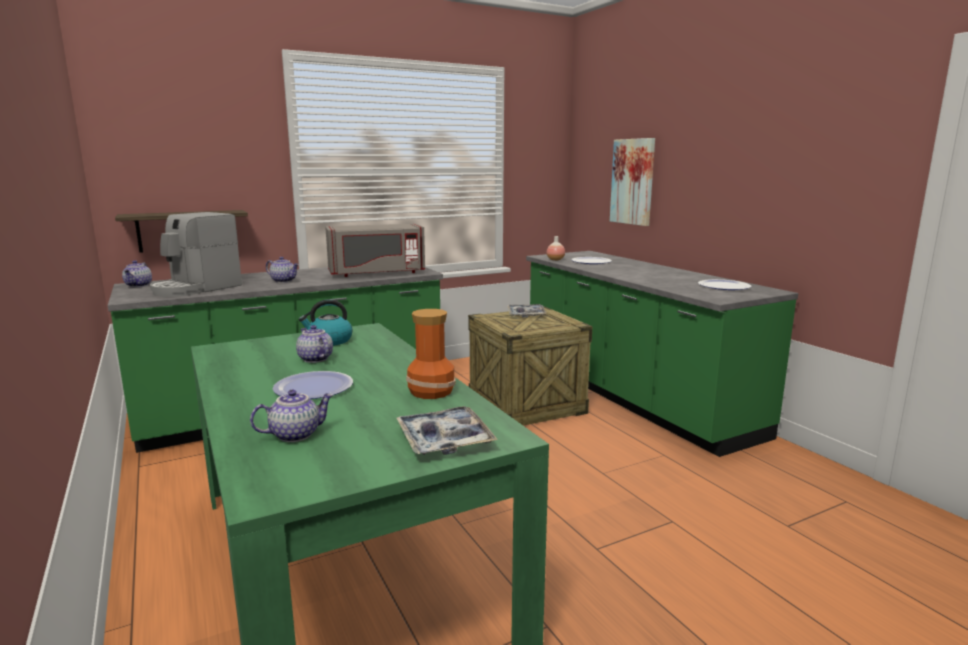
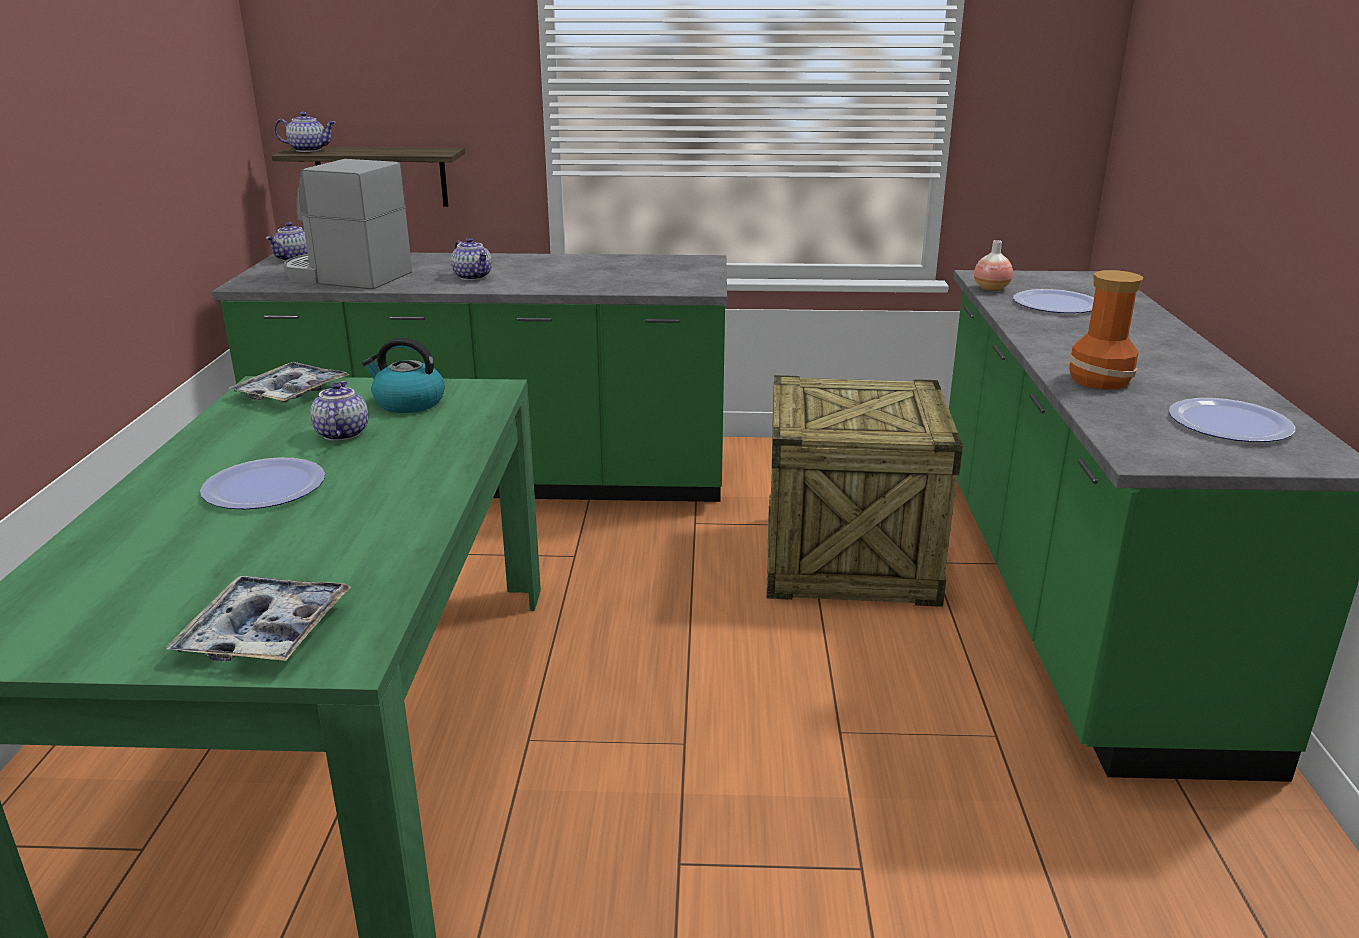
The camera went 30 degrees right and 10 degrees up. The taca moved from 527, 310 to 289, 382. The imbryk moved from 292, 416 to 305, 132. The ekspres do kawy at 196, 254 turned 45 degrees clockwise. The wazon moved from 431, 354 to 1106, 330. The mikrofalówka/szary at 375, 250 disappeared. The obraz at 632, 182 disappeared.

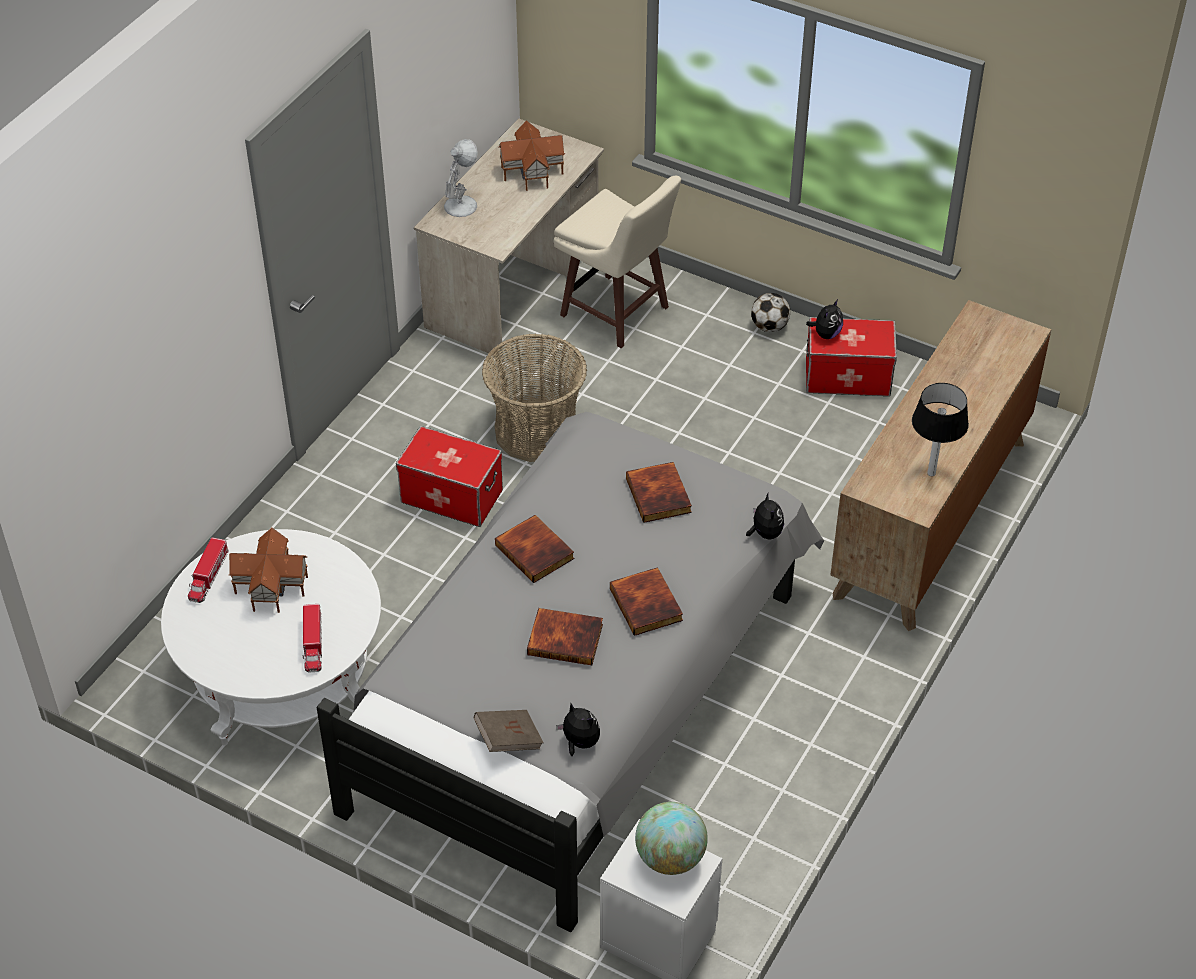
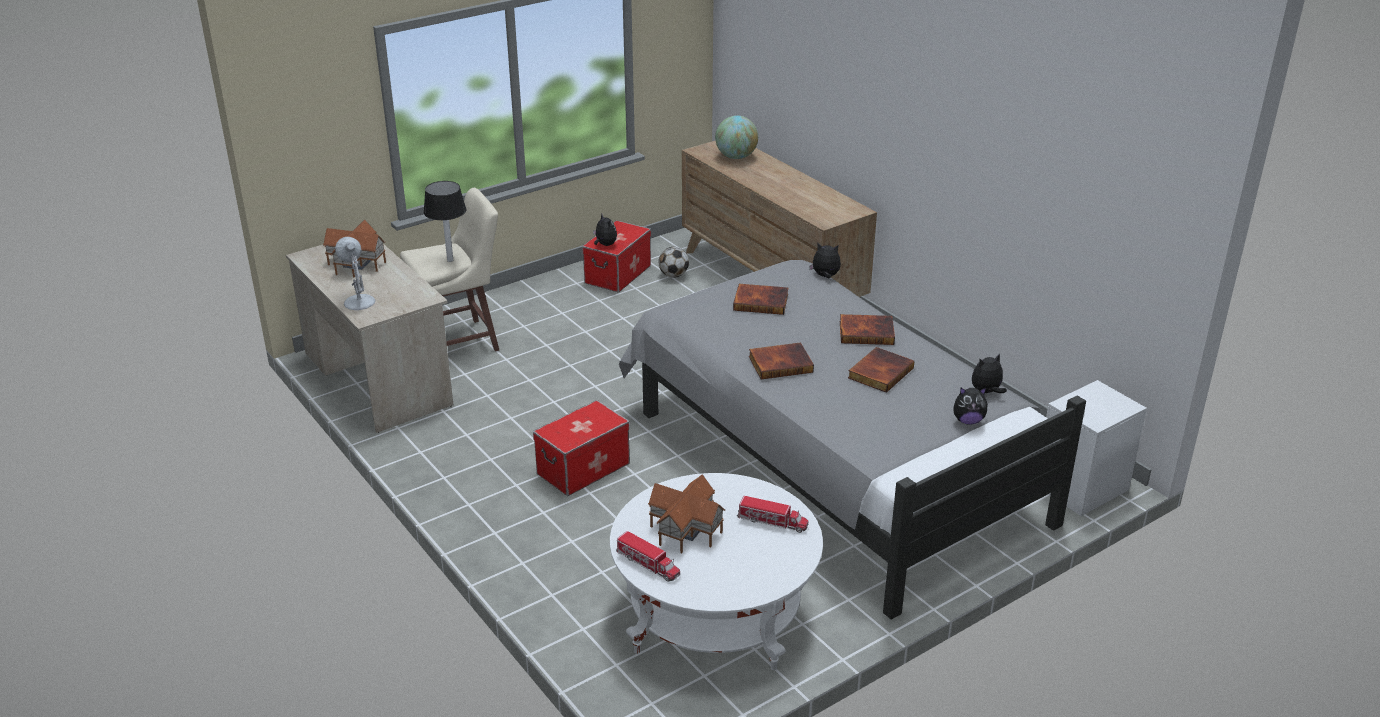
The camera went 65 degrees left and 15 degrees down. The lampa stołowa moved from 940, 429 to 444, 221. The piłka futbolowa moved from 770, 312 to 674, 262. The globus moved from 671, 838 to 736, 137. The książka/brązowy at 508, 731 was replaced by the pluszak at 970, 406. The koszyk at 534, 398 disappeared.

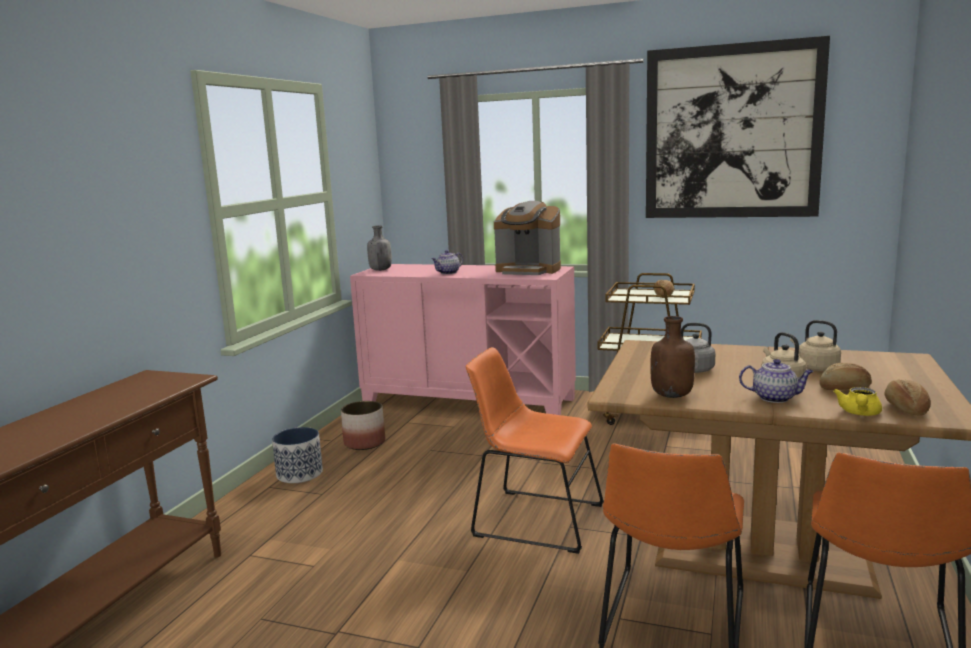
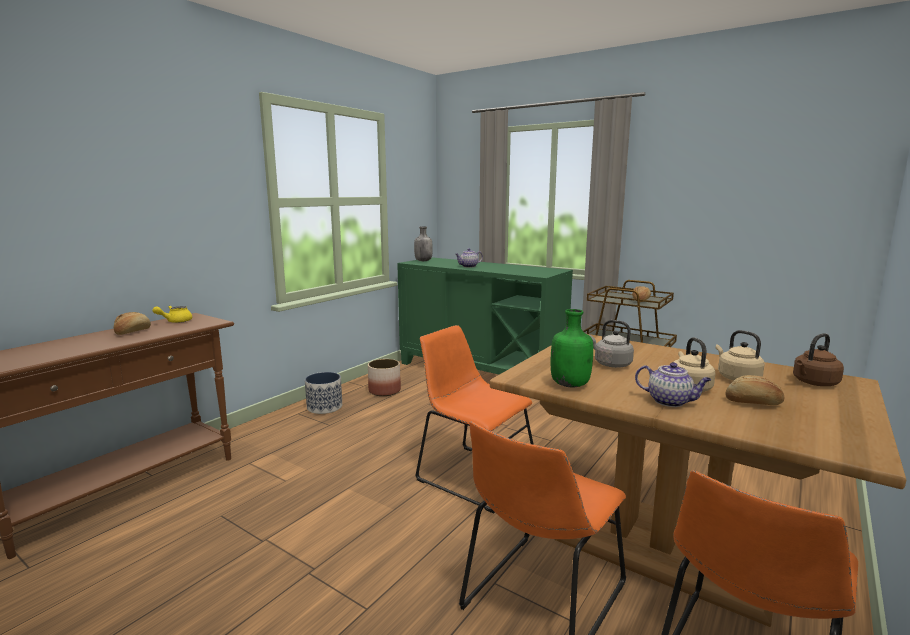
The camera went 15 degrees right and 0 degrees up. The chleb moved from 907, 397 to 132, 323. The imbryk/żółty moved from 857, 401 to 172, 314. The szafka/różowy at 463, 339 became the szafka/zielony at 485, 316. The butelka/brązowy at 672, 357 became the butelka/zielony at 572, 348. The czajnik/brązowy at 818, 359 appeared. The ekspres do kawy at 527, 238 disappeared. The obraz at 738, 127 disappeared.

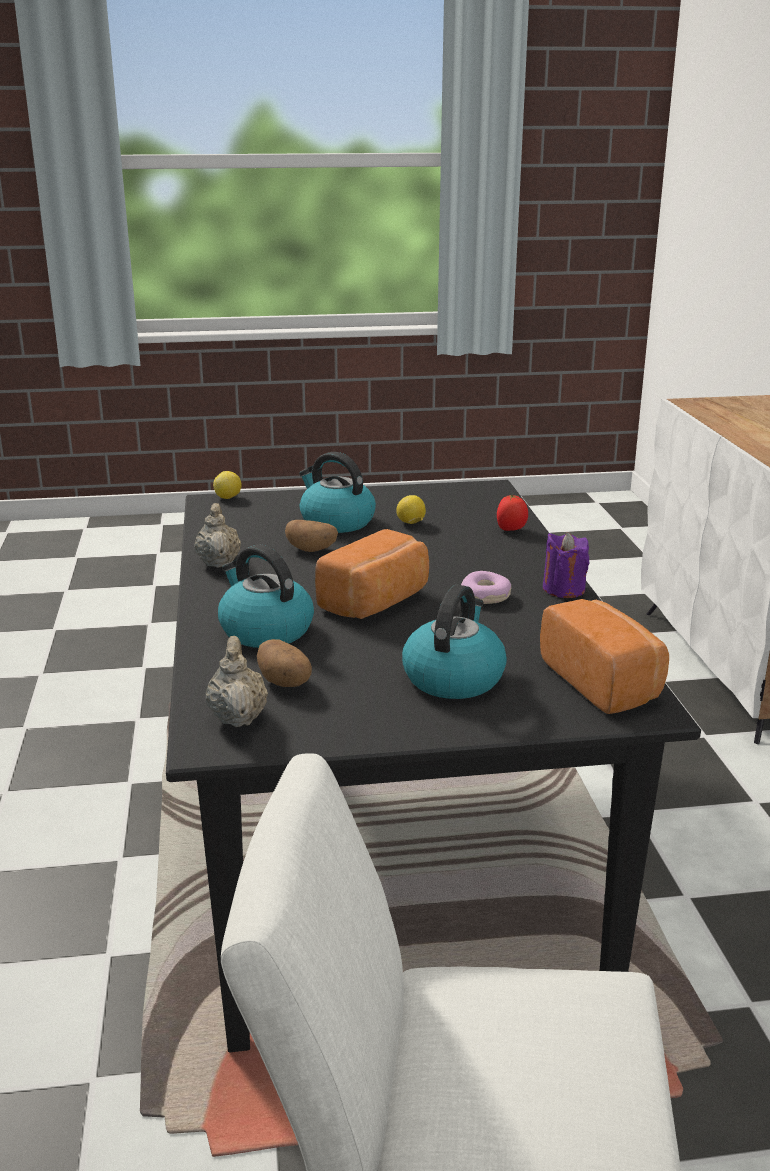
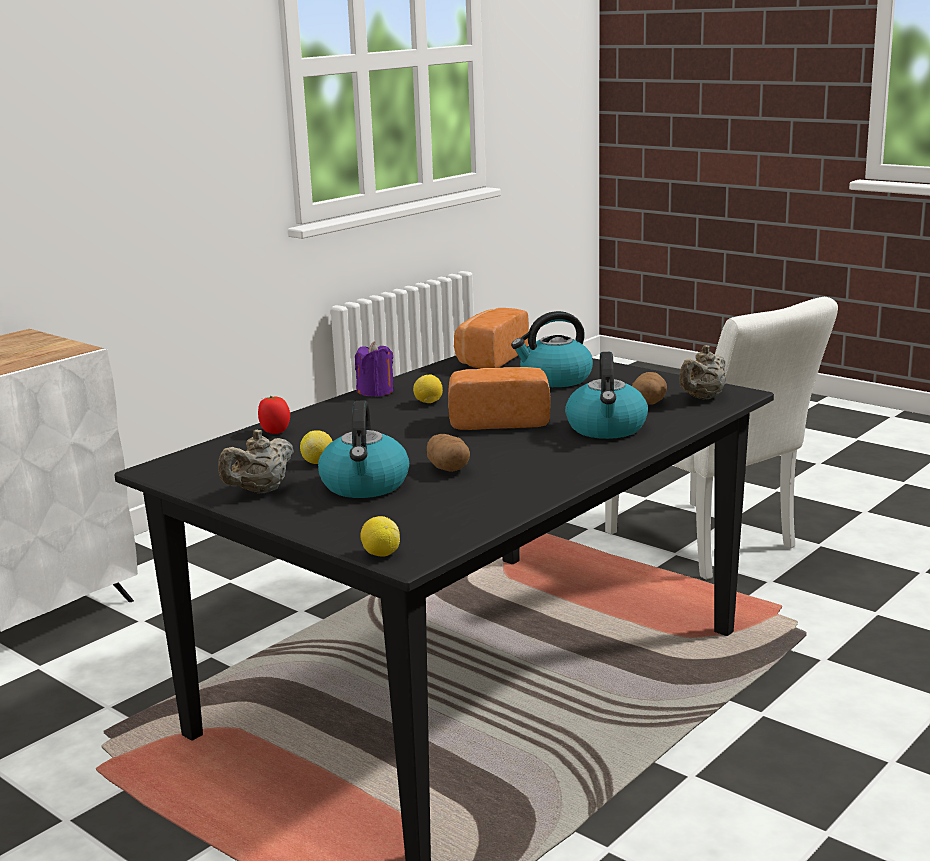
The camera went 130 degrees left and 5 degrees down. The imbryk/beżowy moved from 218, 535 to 256, 462. The donut at 486, 587 was replaced by the cytryna at 428, 389.

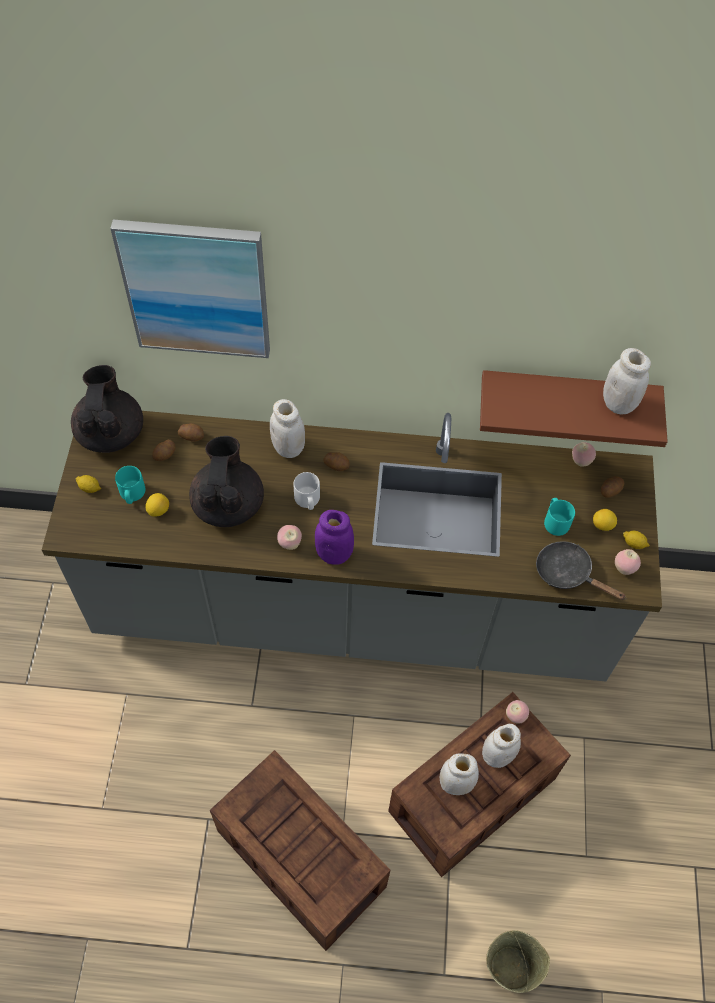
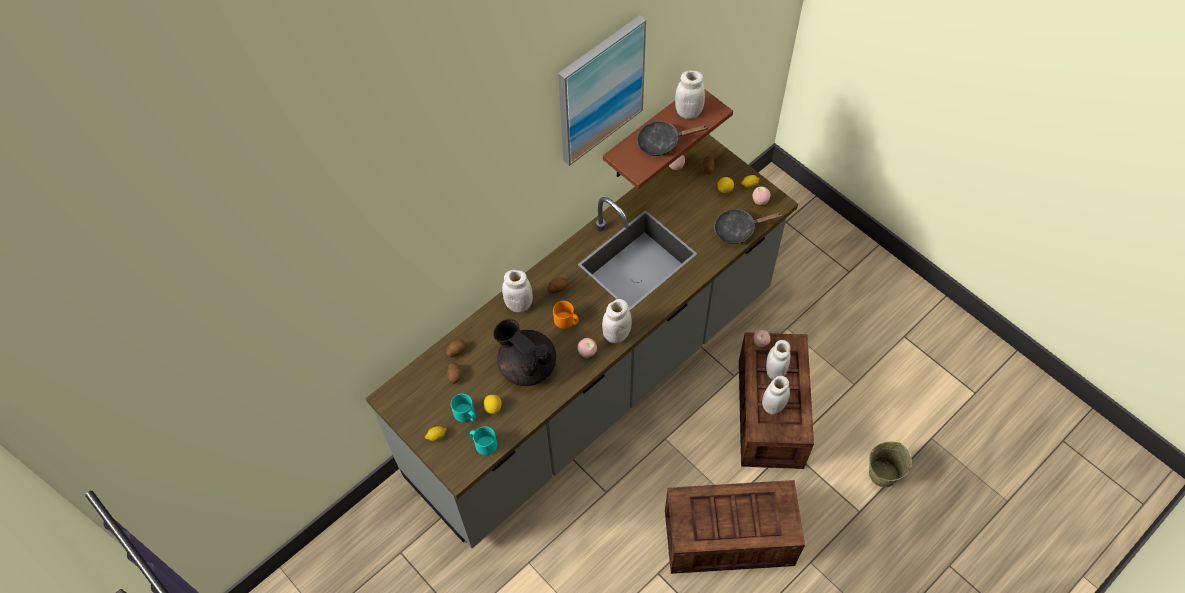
The camera went 45 degrees left and 0 degrees up. The kubek/turkusowy moved from 559, 517 to 483, 440. The kubek/szary at 306, 491 became the kubek/pomarańczowy at 566, 315. The obraz moved from 190, 288 to 602, 90. The słoik/fioletowy at 334, 537 became the słoik/biały at 617, 321. The patelnia/czarny at 673, 138 appeared. The imbryk/czarny at 107, 409 disappeared.

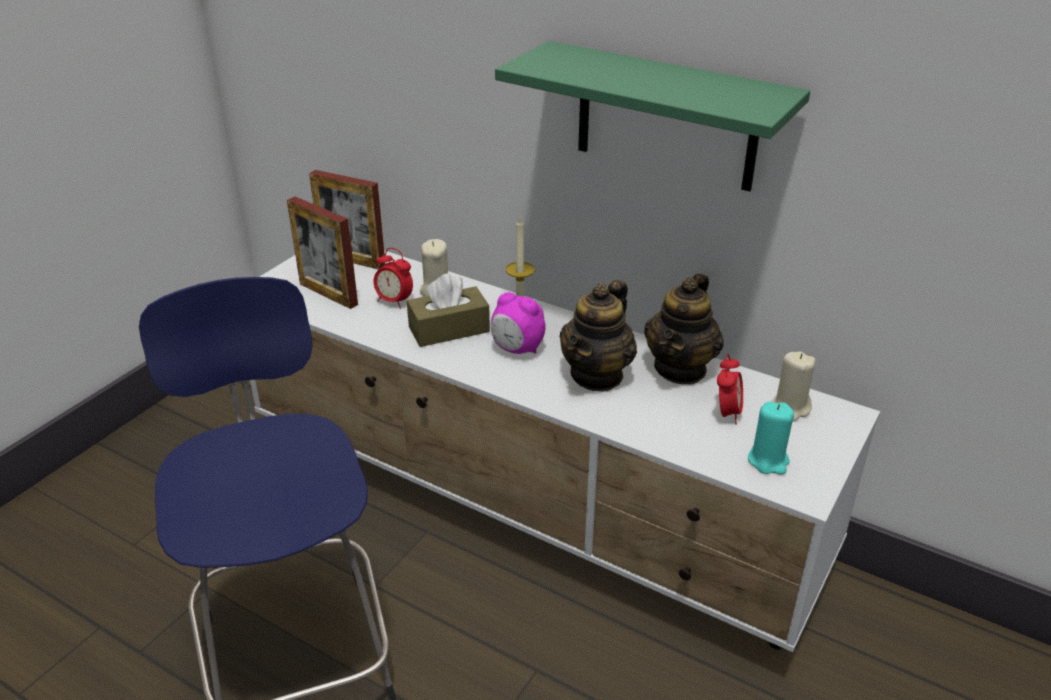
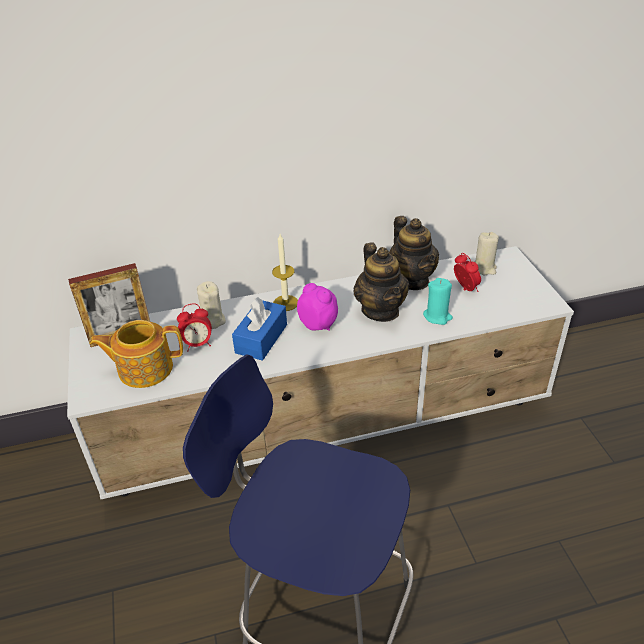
The camera went 45 degrees left and 5 degrees up. The ramka na zdjęcie at 322, 253 was replaced by the imbryk at 136, 354. The pudełko chusteczek/brązowy at 448, 310 became the pudełko chusteczek/niebieski at 259, 329. The budzik at 518, 323 turned 120 degrees counterclockwise. The świeca/turkusowy moved from 771, 438 to 438, 301. The półka/zielony at 652, 116 disappeared.

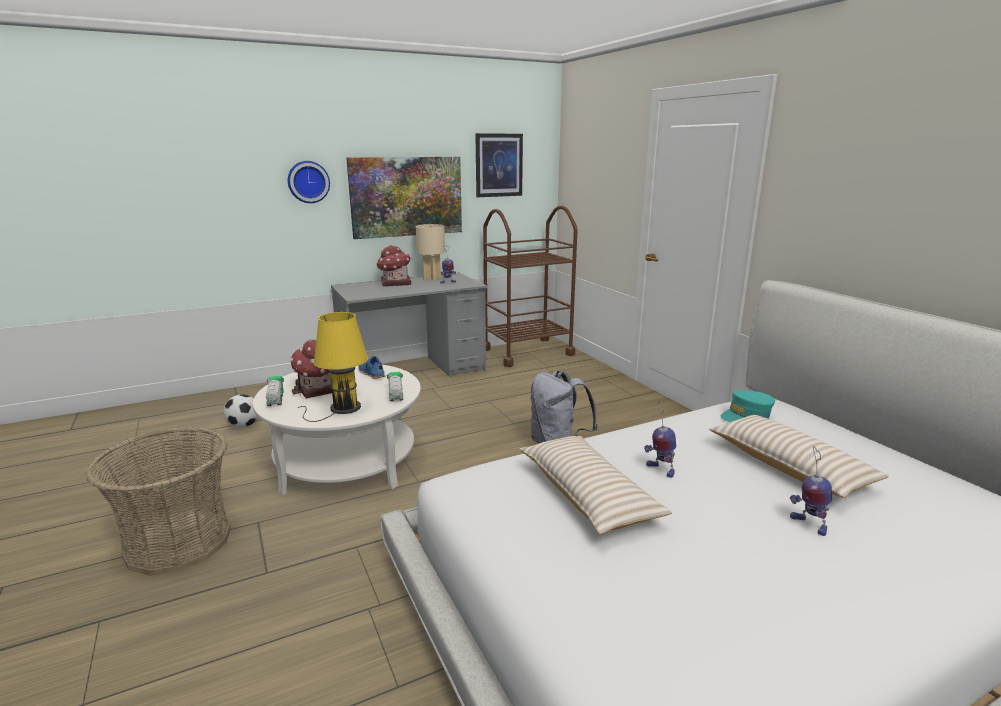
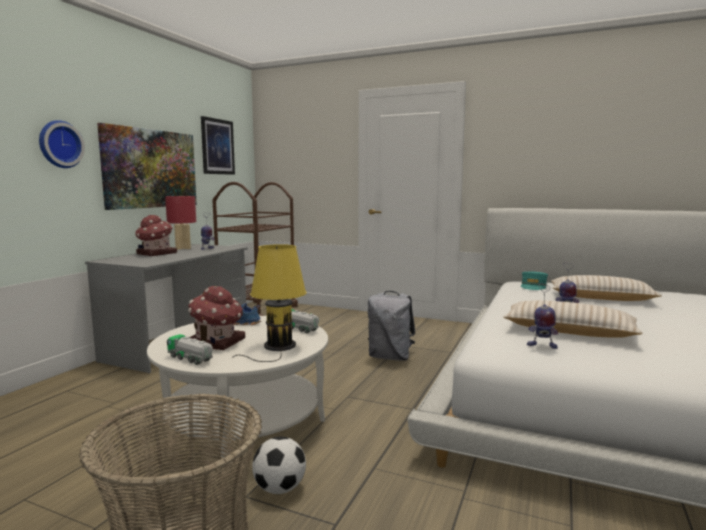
The camera went 40 degrees left and 10 degrees down. The lampa stołowa/beżowy at 430, 252 became the lampa stołowa/czerwony at 180, 223. The piłka futbolowa moved from 240, 411 to 279, 465. The robot zabawkowy moved from 811, 491 to 542, 316.

